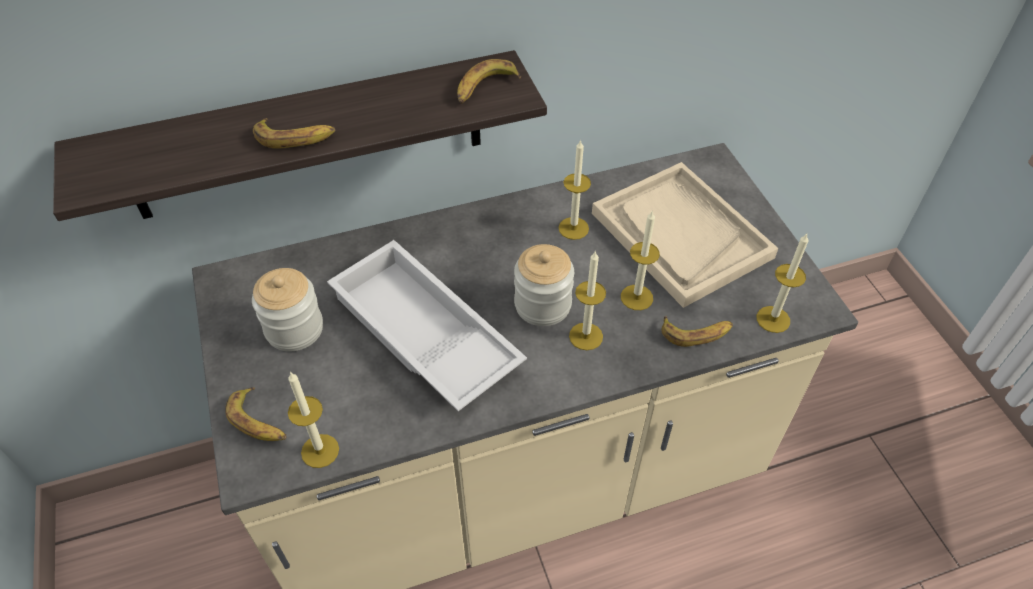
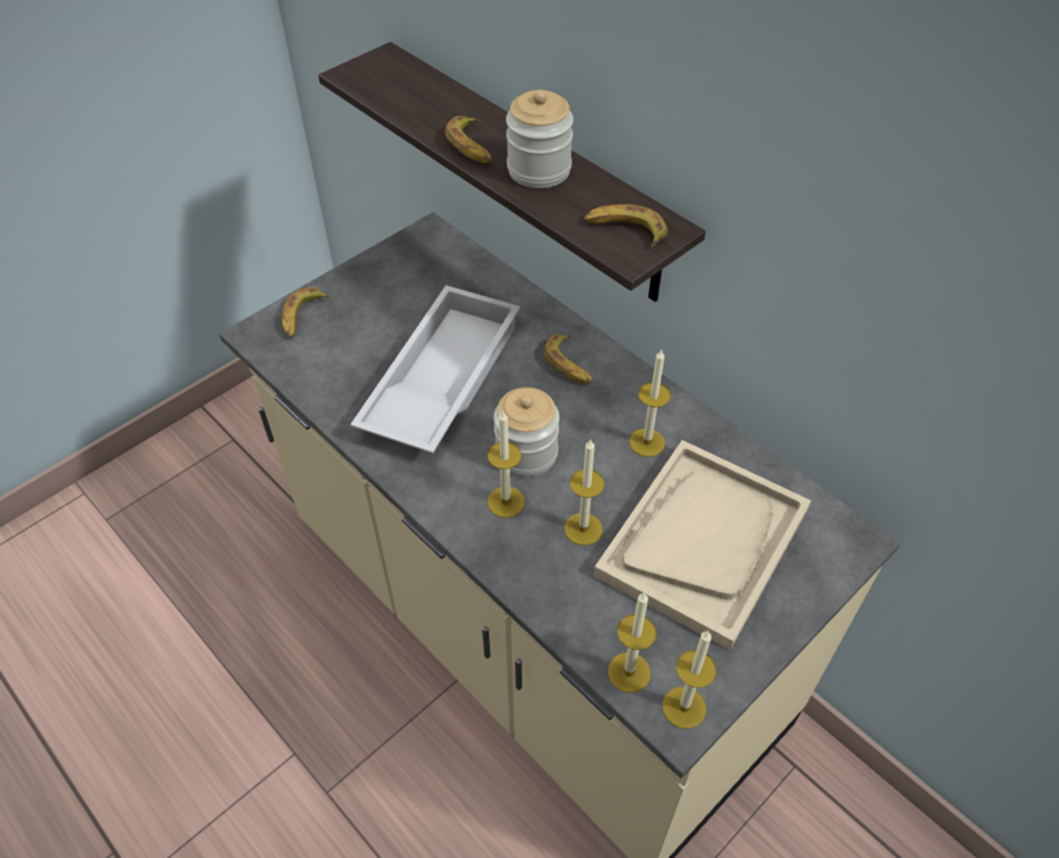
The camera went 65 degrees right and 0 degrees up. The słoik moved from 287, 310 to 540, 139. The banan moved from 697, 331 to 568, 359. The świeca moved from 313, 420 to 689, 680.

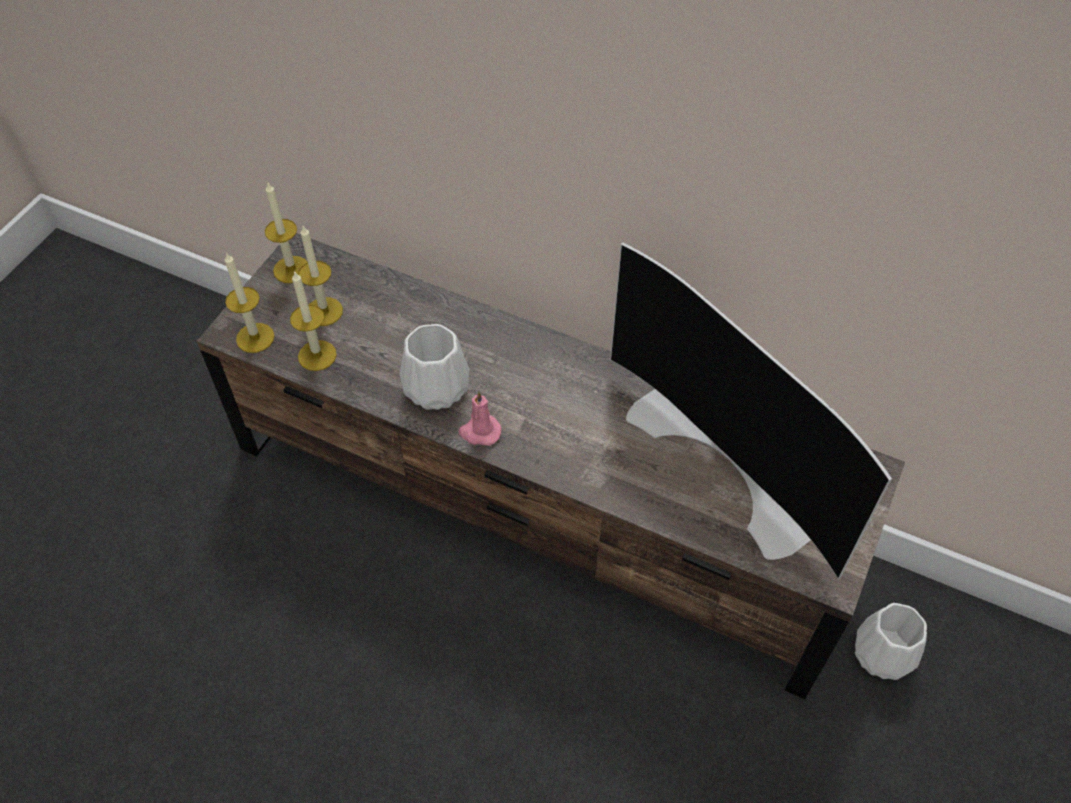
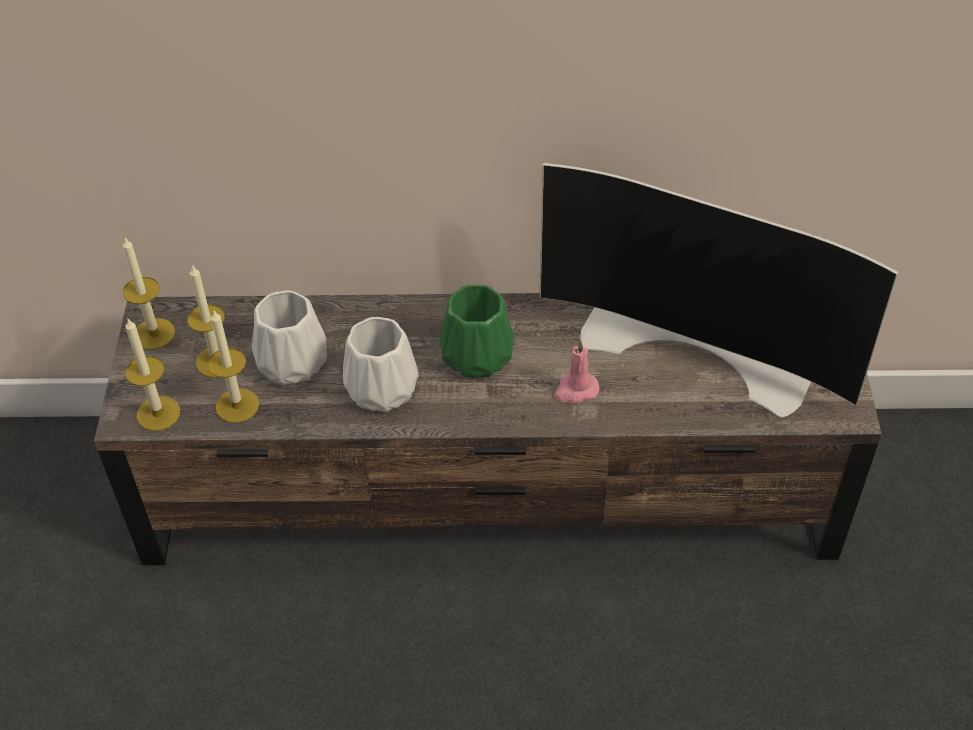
The camera went 25 degrees left and 5 degrees down. The wazon/biały moved from 891, 641 to 289, 338. The wazon/zielony at 477, 331 appeared. The świeca/różowy moved from 479, 418 to 576, 372.

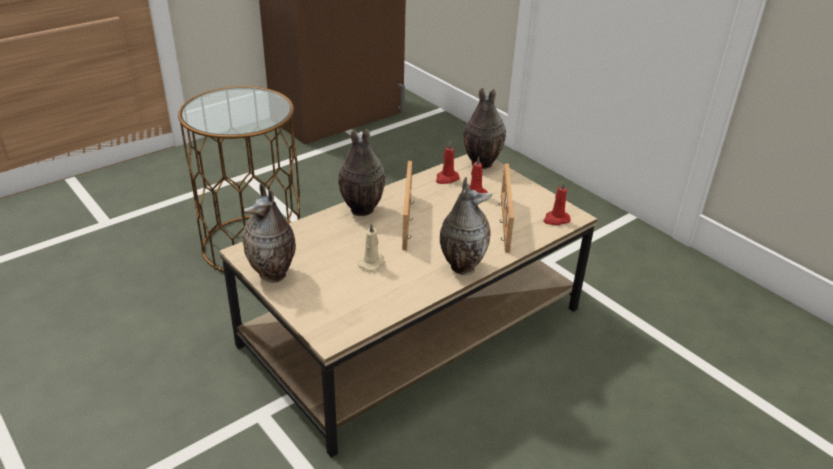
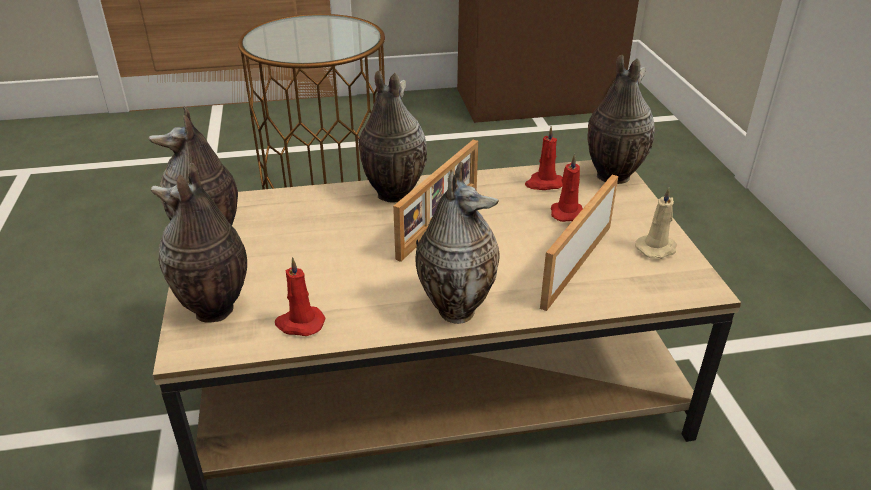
The camera went 30 degrees right and 0 degrees up. The wazon at 199, 243 appeared. The świeca/czerwony moved from 556, 203 to 300, 296. The świeca/beżowy moved from 371, 246 to 656, 223.

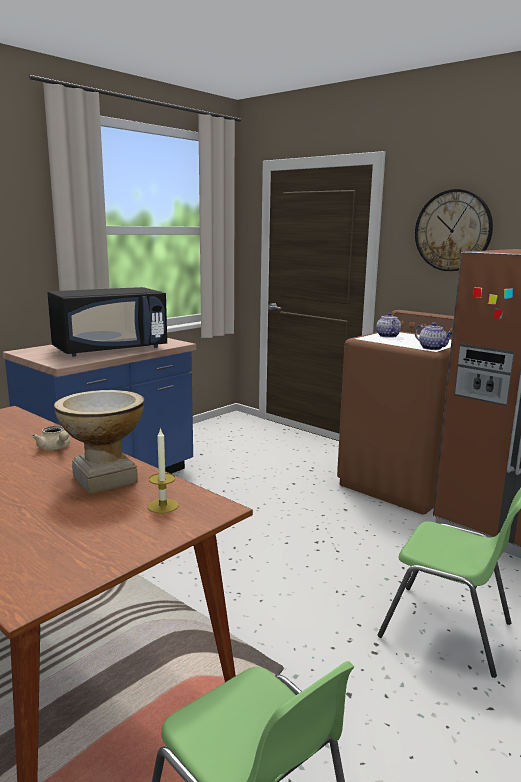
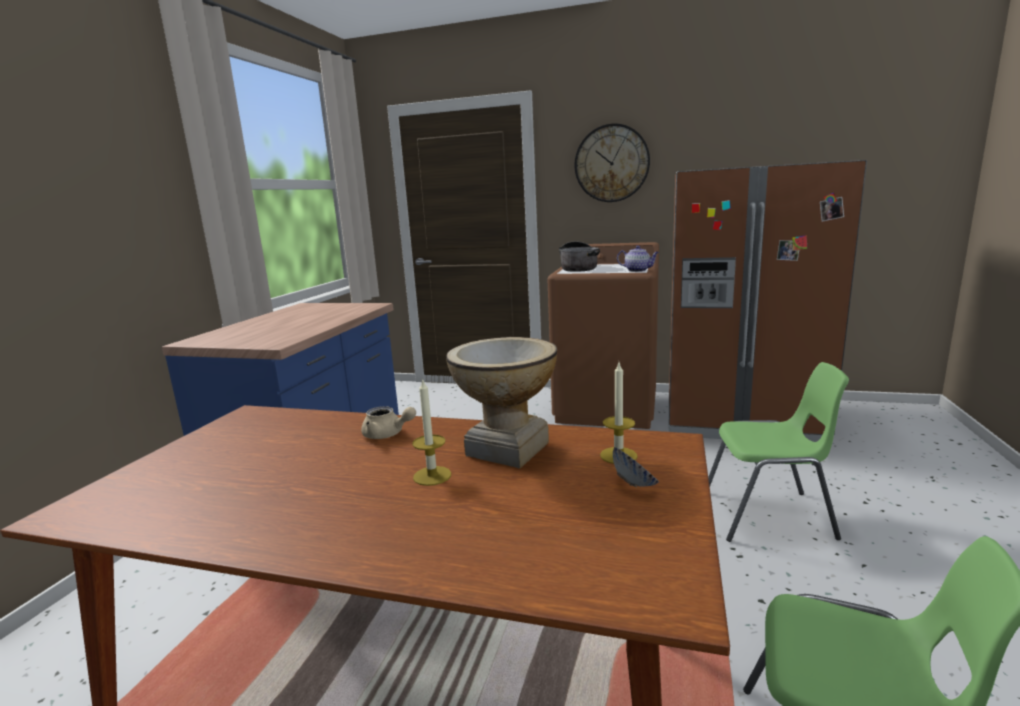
The camera went 25 degrees left and 0 degrees up. The świeca at 431, 432 appeared. The imbryk at 388, 325 was replaced by the garnek at 579, 256. The miska at 636, 467 appeared. The mikrofalówka/czarny at 107, 322 disappeared.

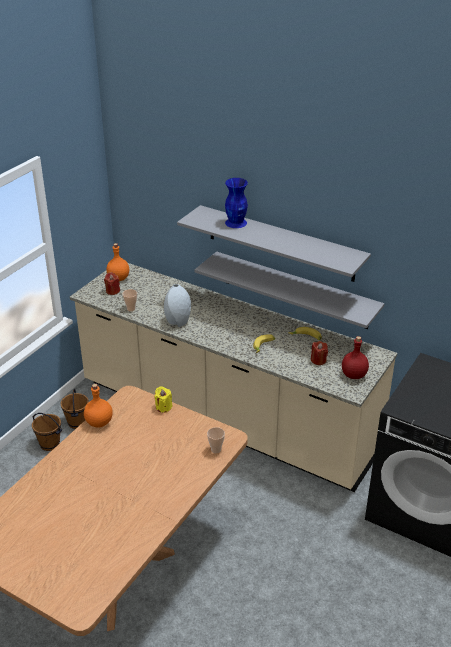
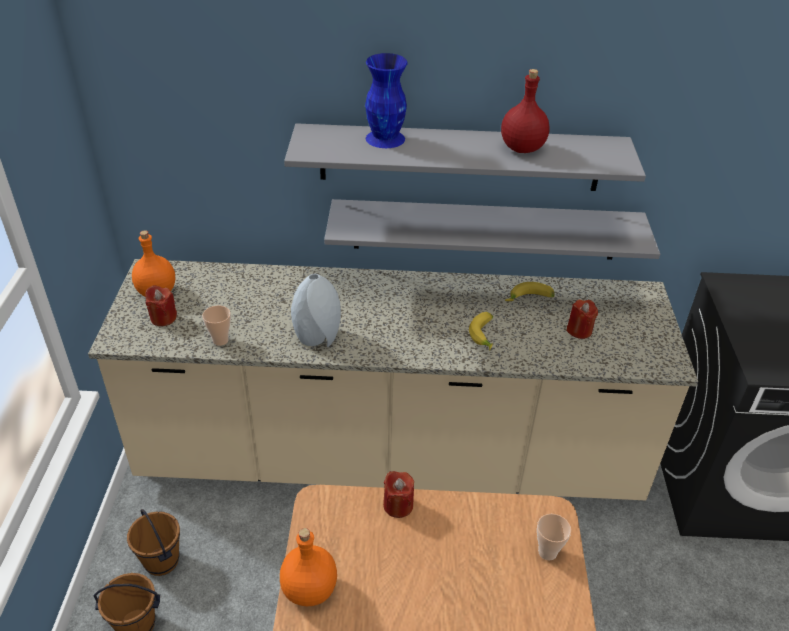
The camera went 30 degrees left and 5 degrees up. The świeca/żółty at 163, 399 became the świeca/czerwony at 398, 494. The butelka/czerwony moved from 355, 357 to 525, 111.

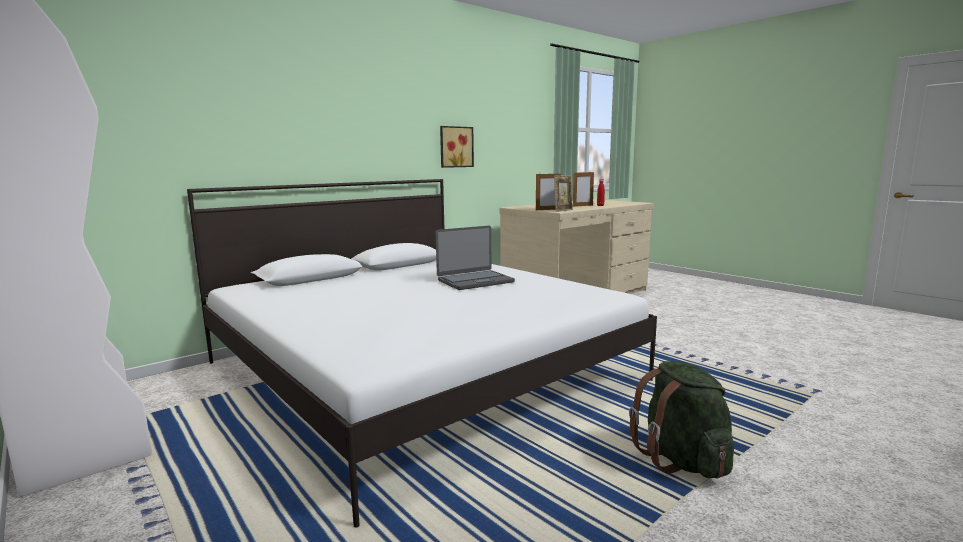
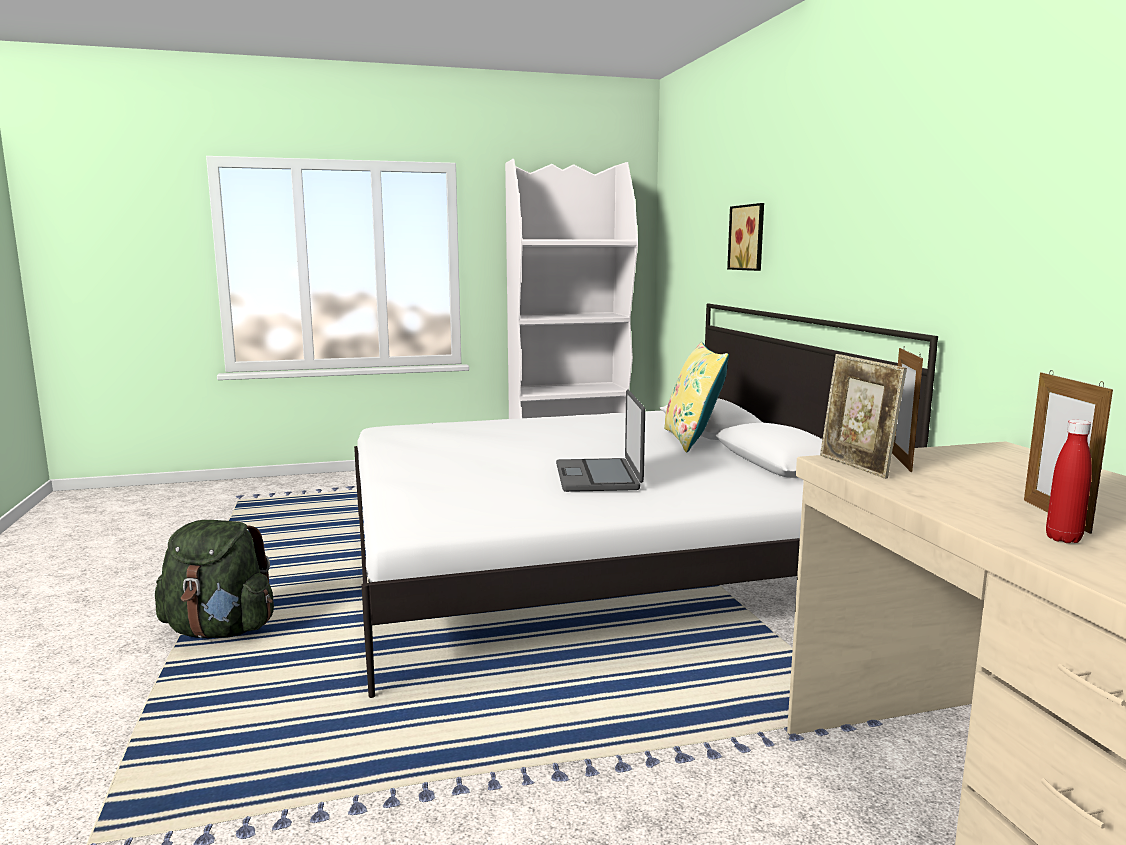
The camera went 115 degrees right and 0 degrees up. The poduszka/żółty at 696, 397 appeared. The obraz moved from 457, 147 to 745, 237.

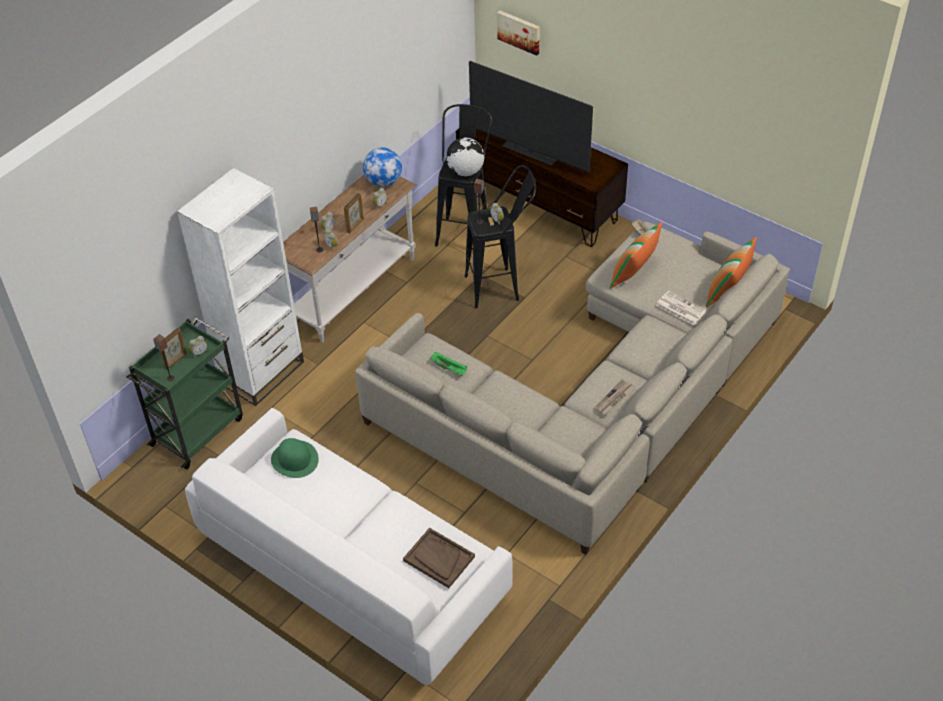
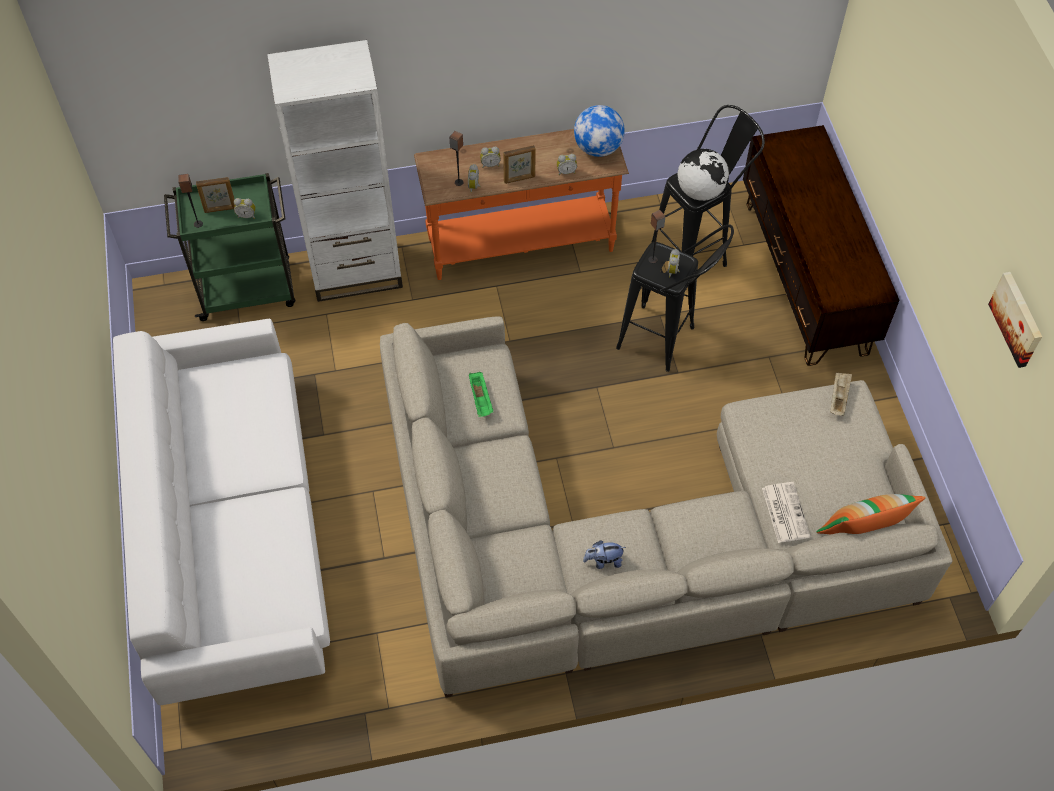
The camera went 40 degrees right and 10 degrees up. The stolik konsolowy/biały at 350, 259 became the stolik konsolowy/pomarańczowy at 521, 204. The gazeta at 615, 397 was replaced by the pluszak at 604, 554. The obraz moved from 518, 33 to 1015, 320. The kapelusz/zielony at 295, 458 disappeared. The taca/brązowy at 439, 558 disappeared. The telewizor at 531, 116 disappeared. The poduszka at 636, 255 disappeared.

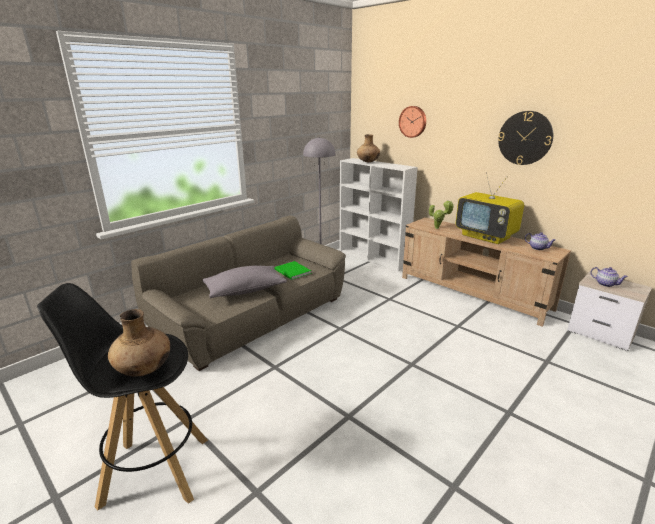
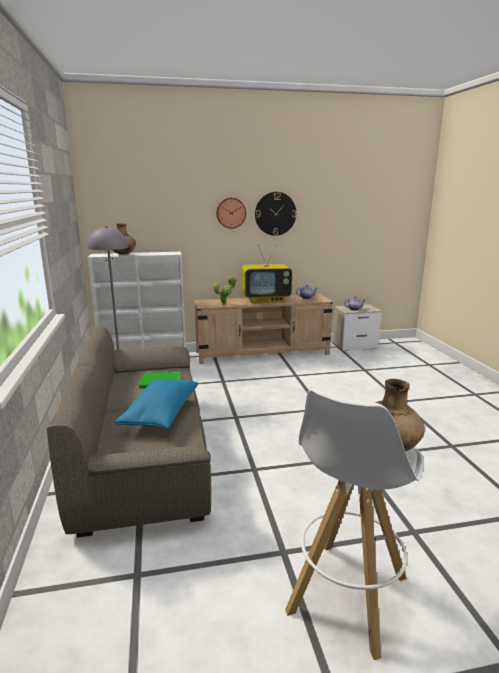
The camera went 55 degrees left and 5 degrees down. The poduszka/szary at 244, 282 became the poduszka/niebieski at 156, 404. The zegar ścienny moved from 412, 122 to 231, 213. The stołek/czarny at 122, 397 became the stołek/biały at 354, 524.

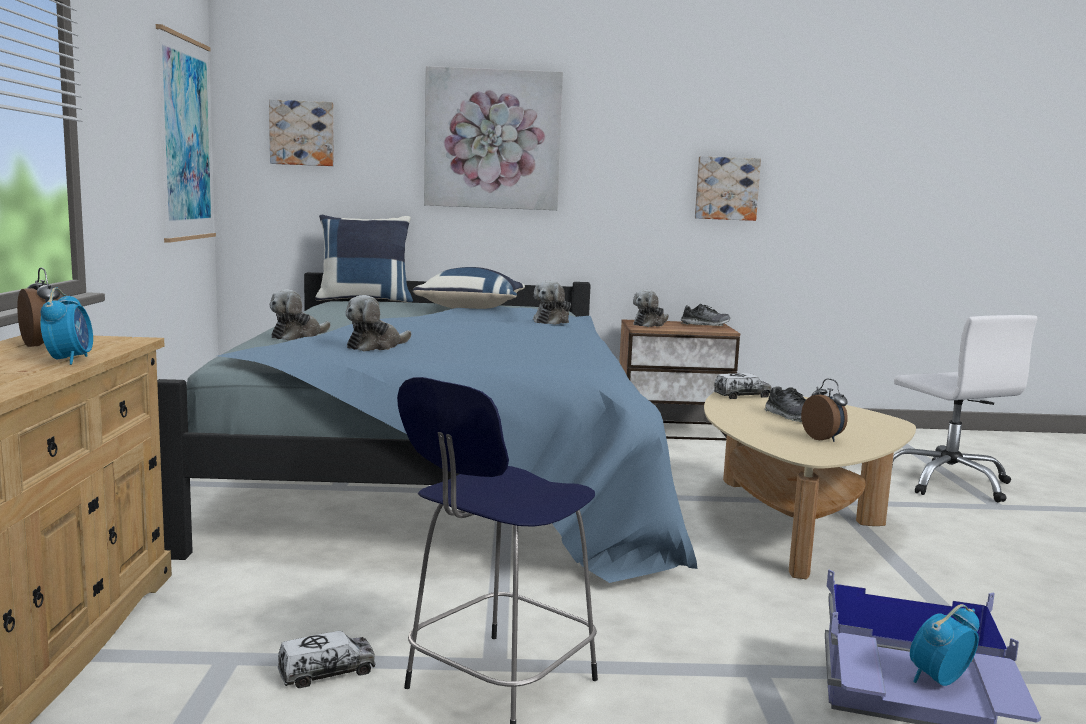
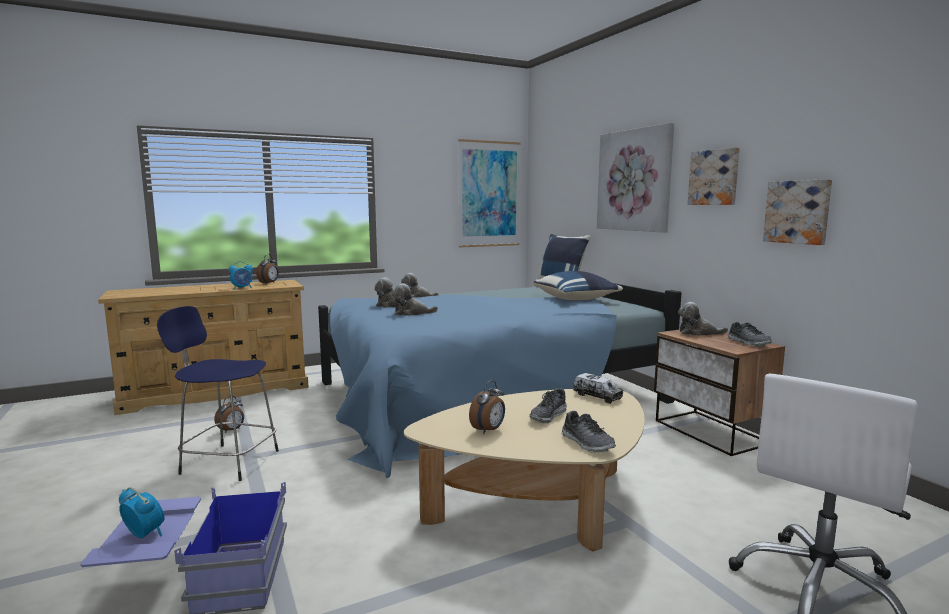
The camera went 65 degrees right and 0 degrees up. The ciężarówka zabawkowa at 326, 659 was replaced by the budzik at 229, 414. The pluszak moved from 552, 303 to 414, 299. The but at 588, 432 appeared. The obraz moved from 301, 132 to 714, 176.

